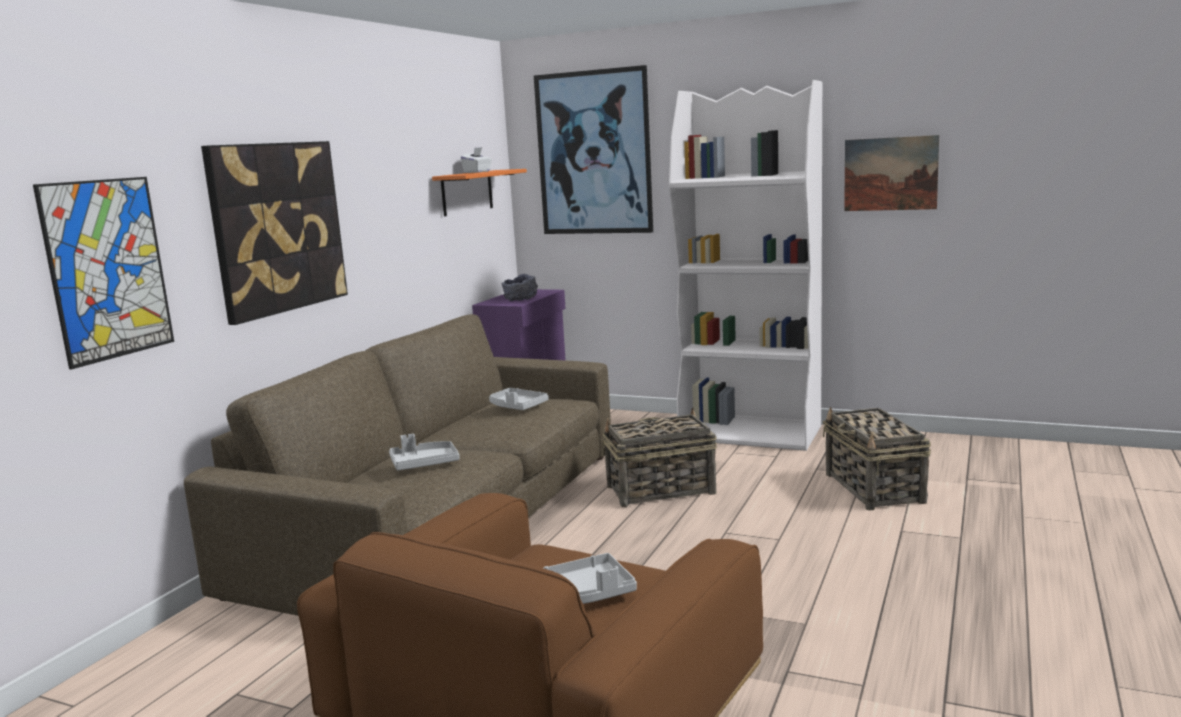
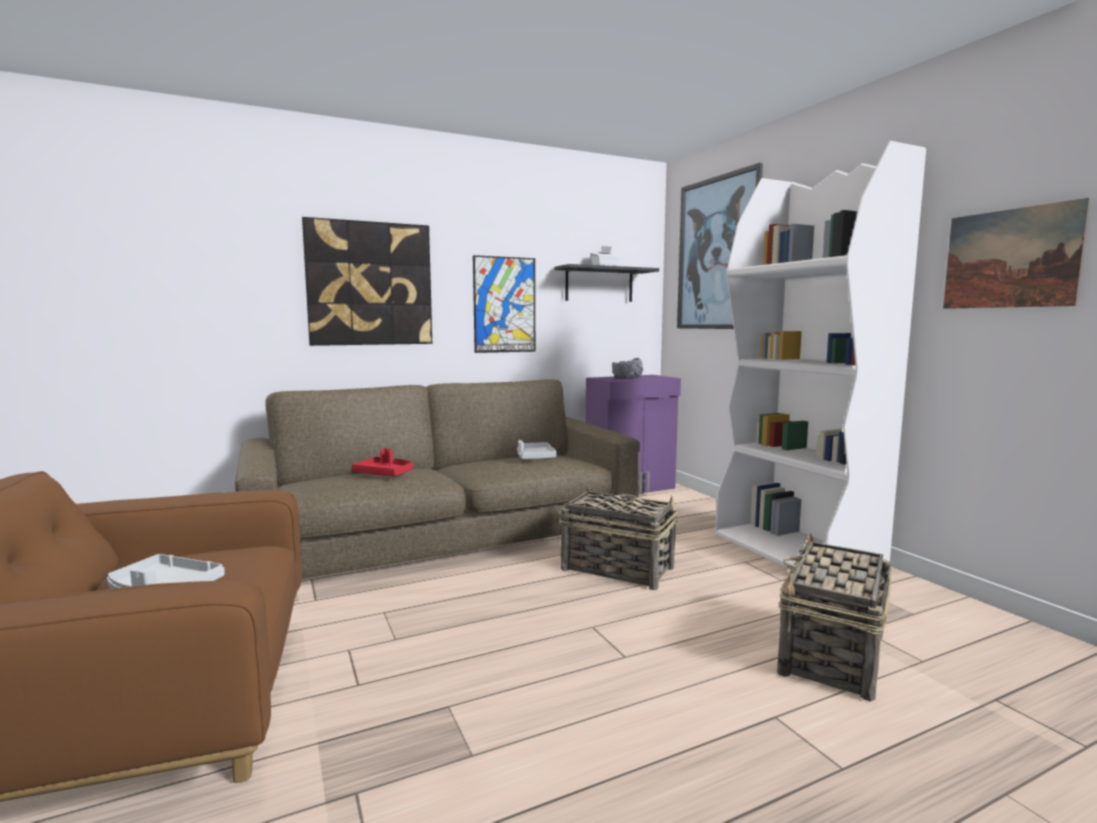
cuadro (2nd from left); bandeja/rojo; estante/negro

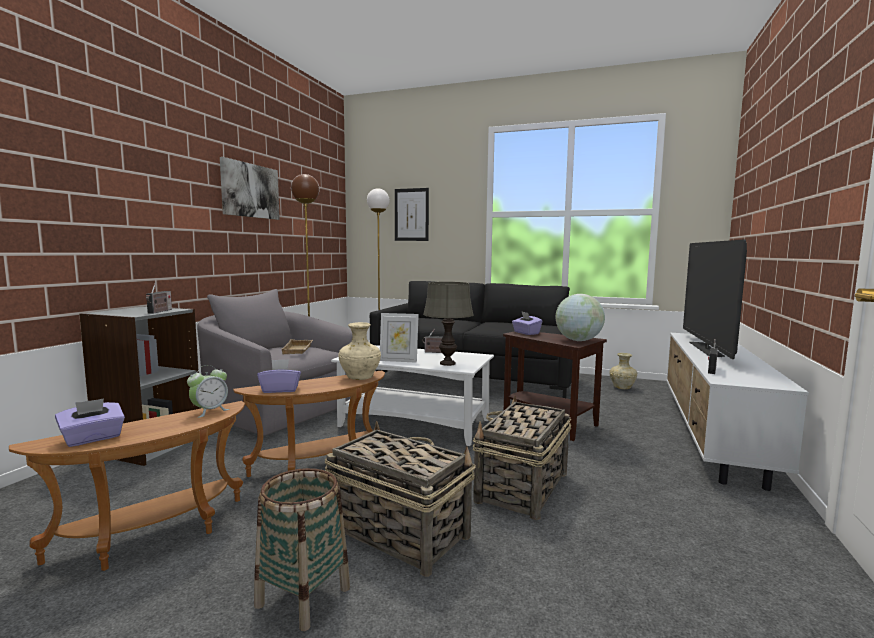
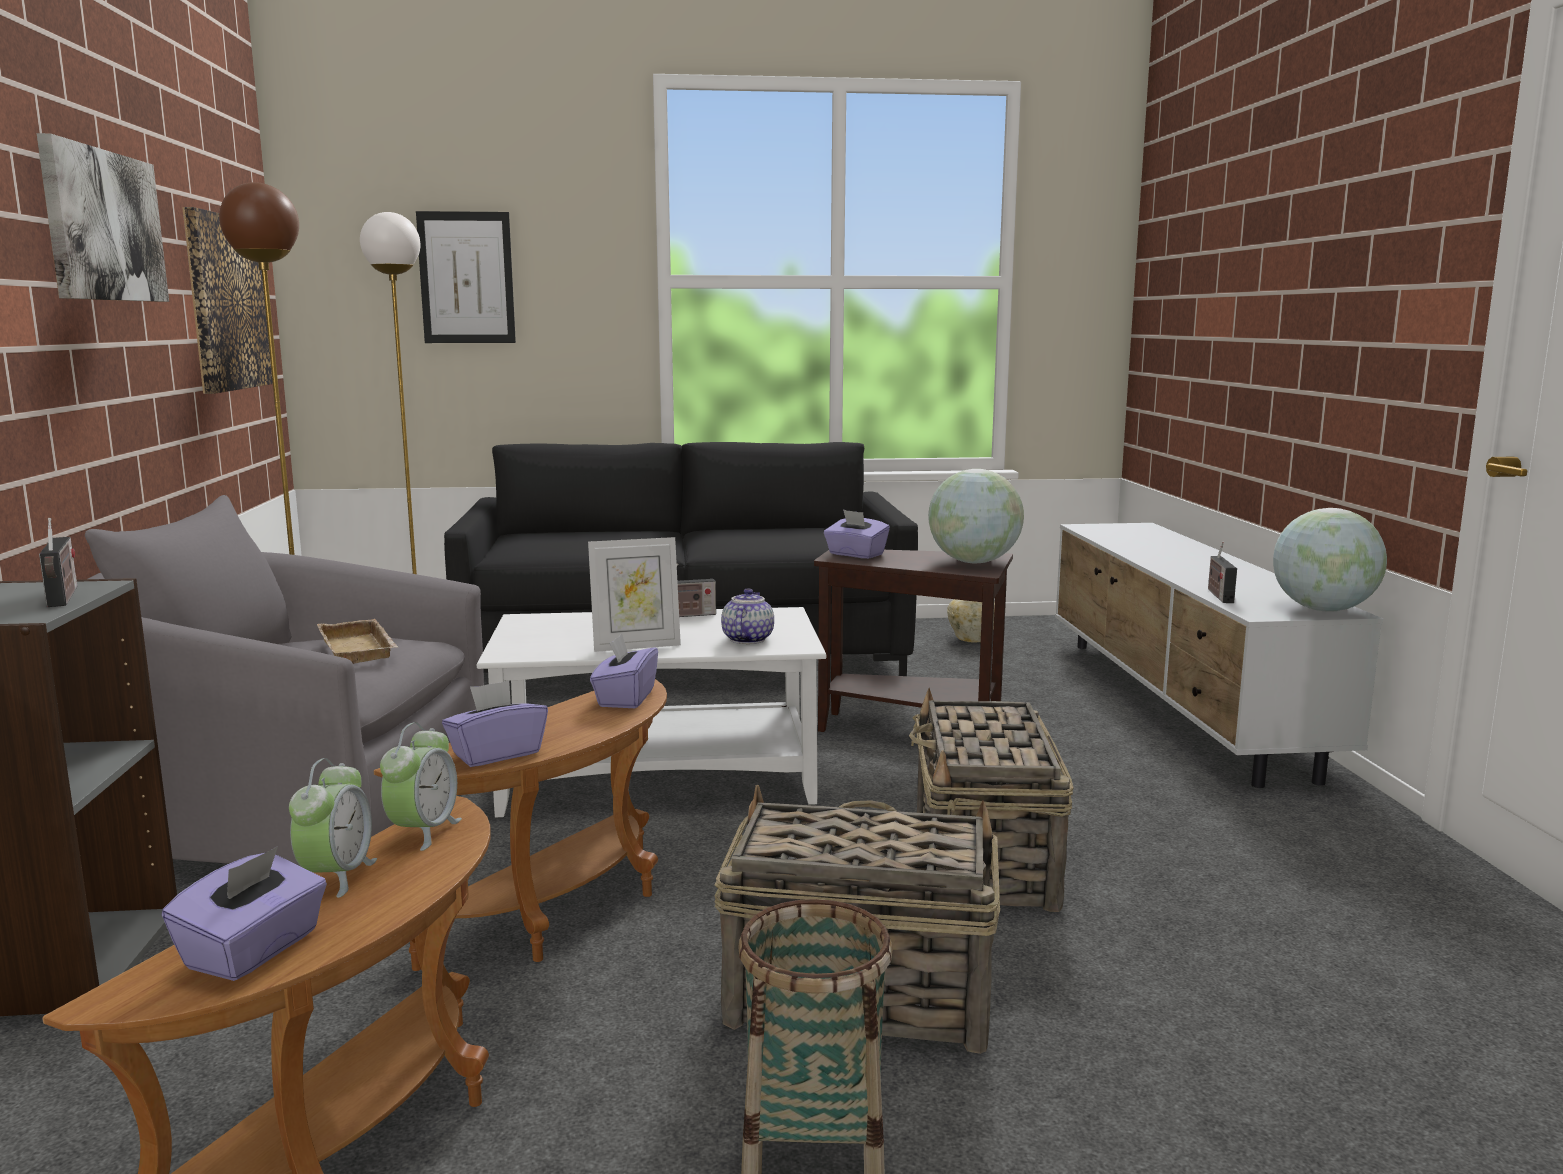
televisor; cuadro (2nd from left); despertador (1st from left); globo terráqueo (2nd from left); caja de pañuelos/morado (3rd from left); tetera

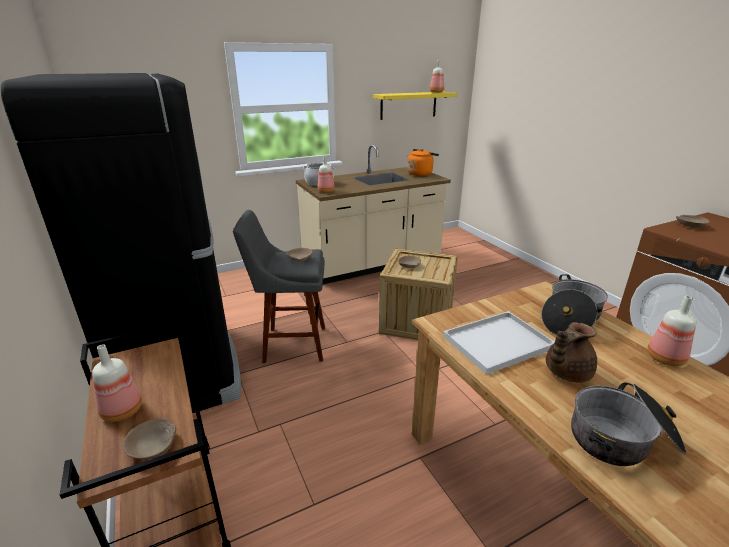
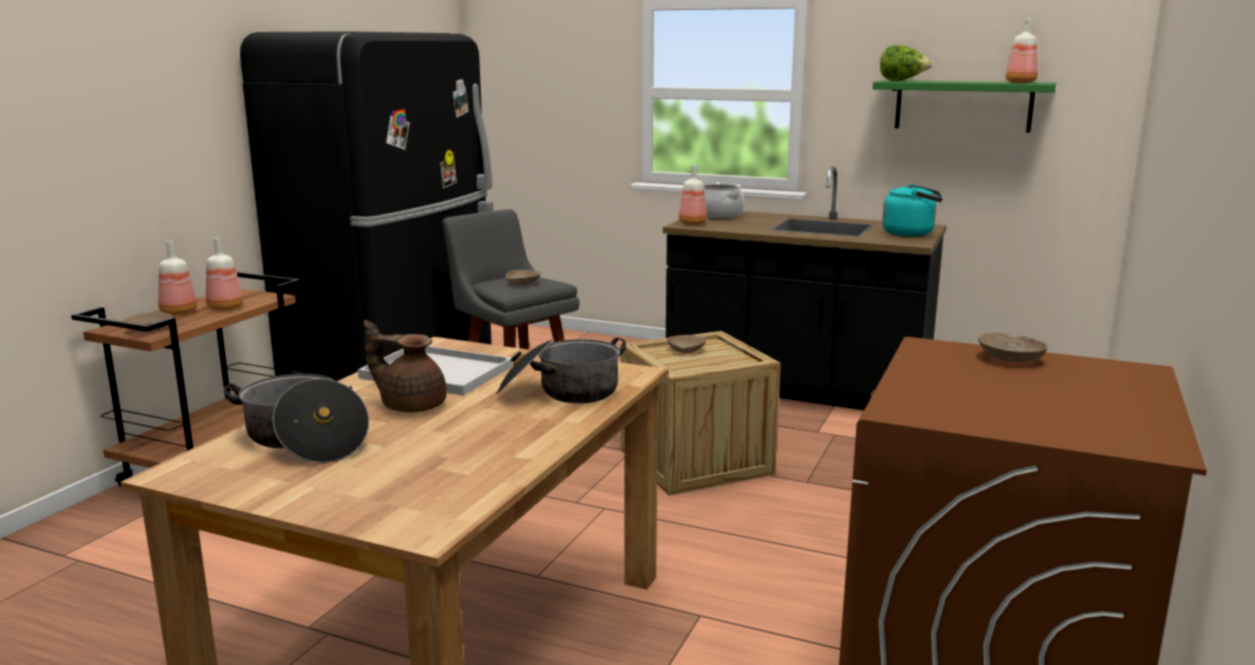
lechuga; botella (2nd from left); mueble bajo de cocina/negro; estante/verde; hervidor/turquesa

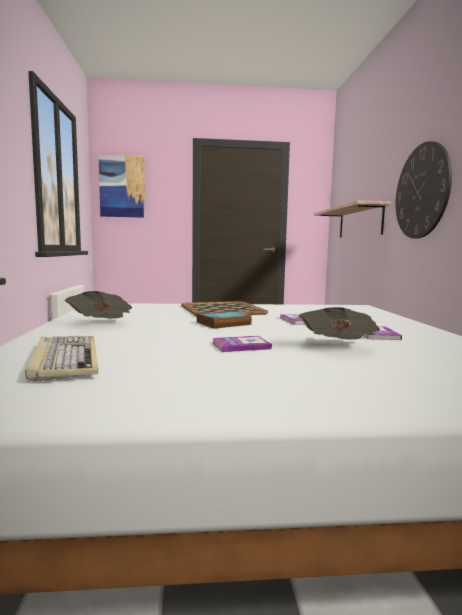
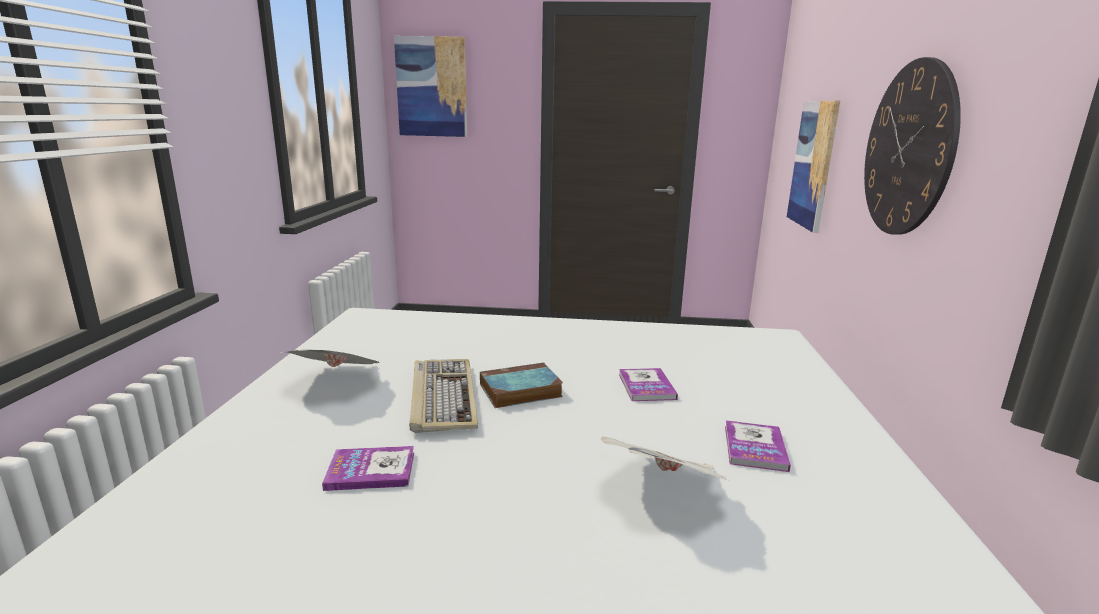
bandeja; teclado; libro (1st from left); cuadro (2nd from left)

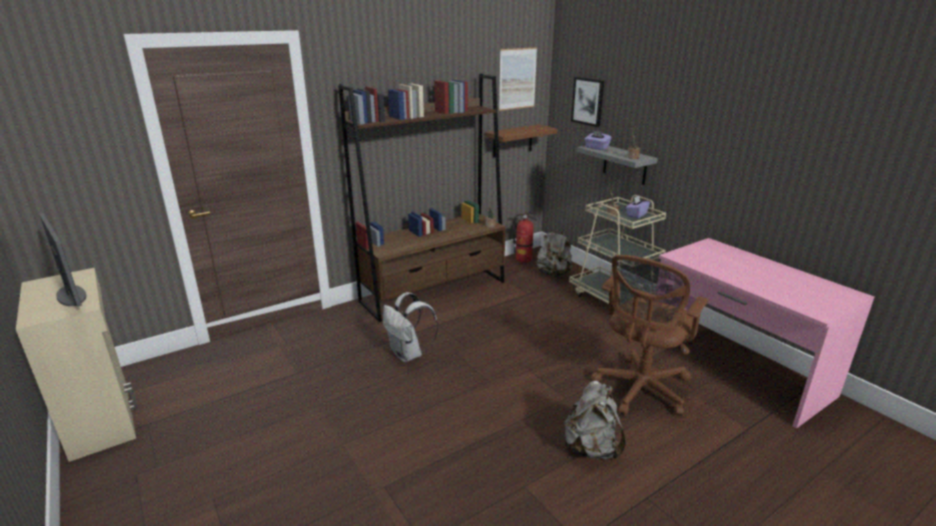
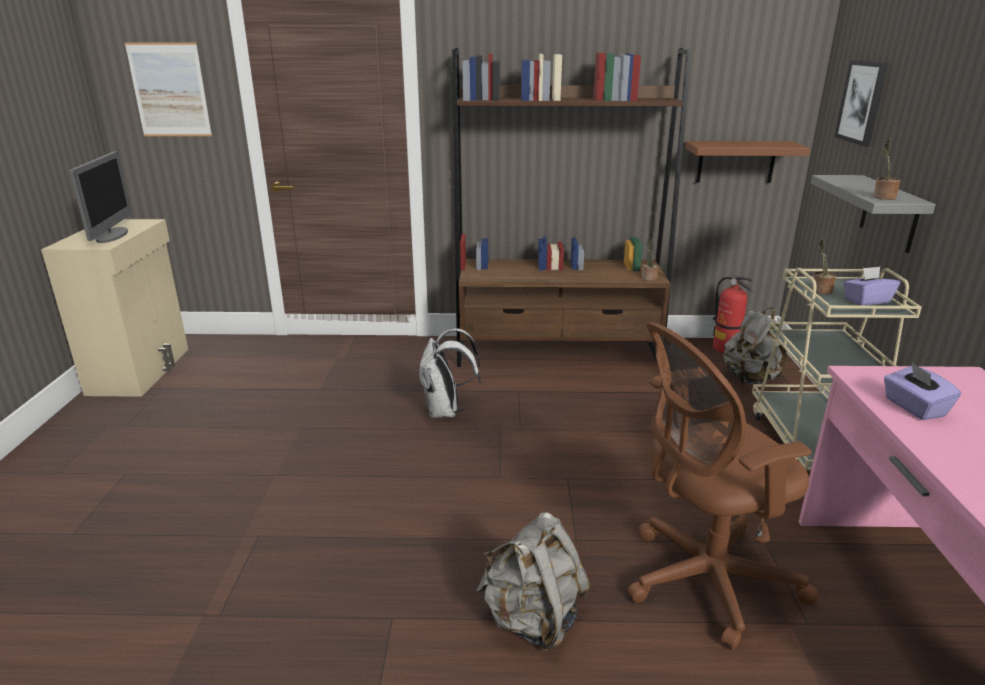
cuadro (1st from left); caja de pañuelos/morado (2nd from left)

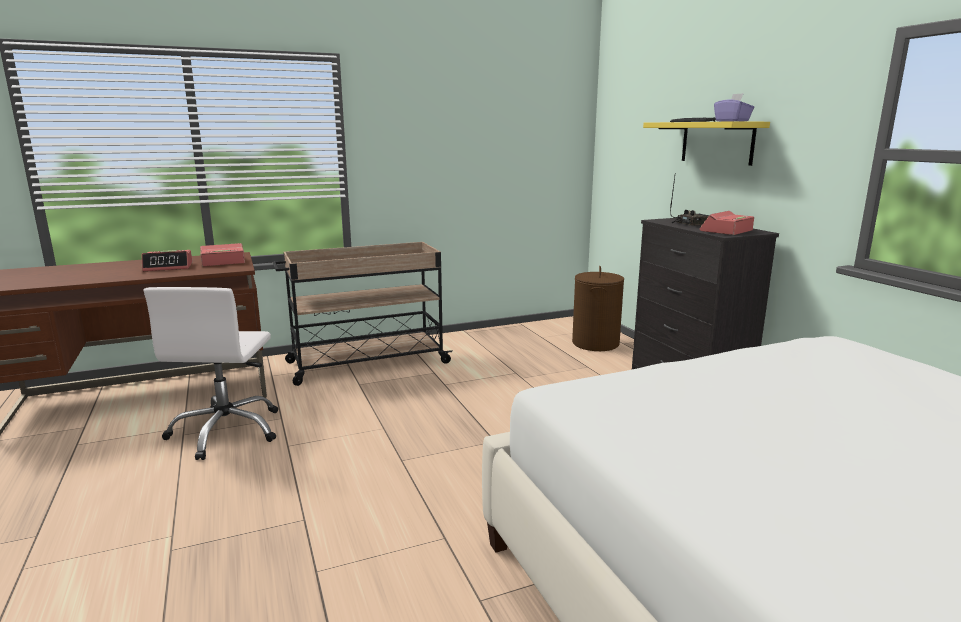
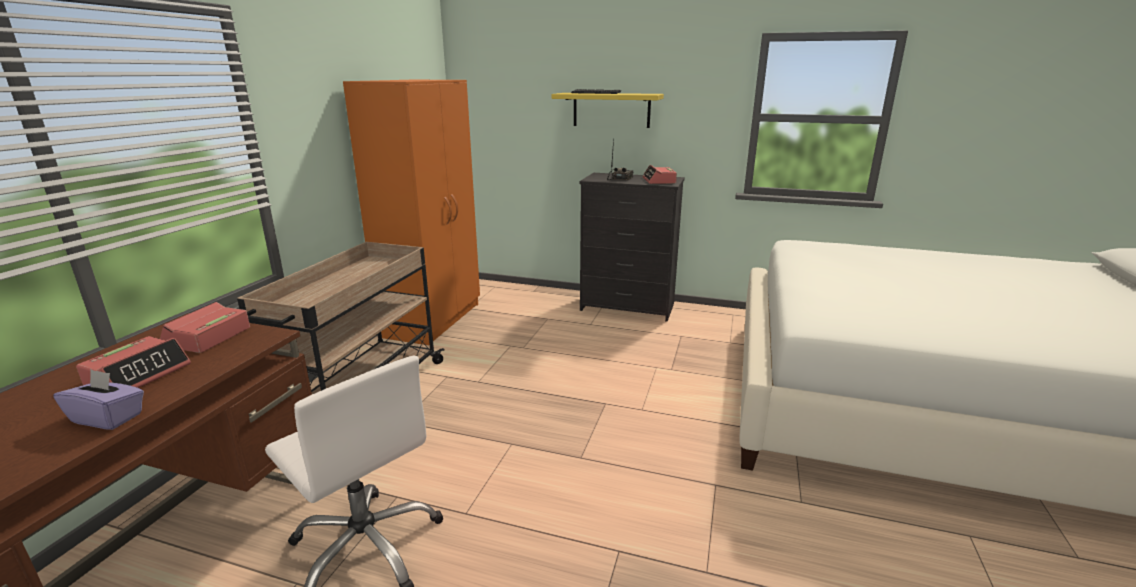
cesto de la ropa/marrón; armario ropero/naranja; caja de pañuelos/morado

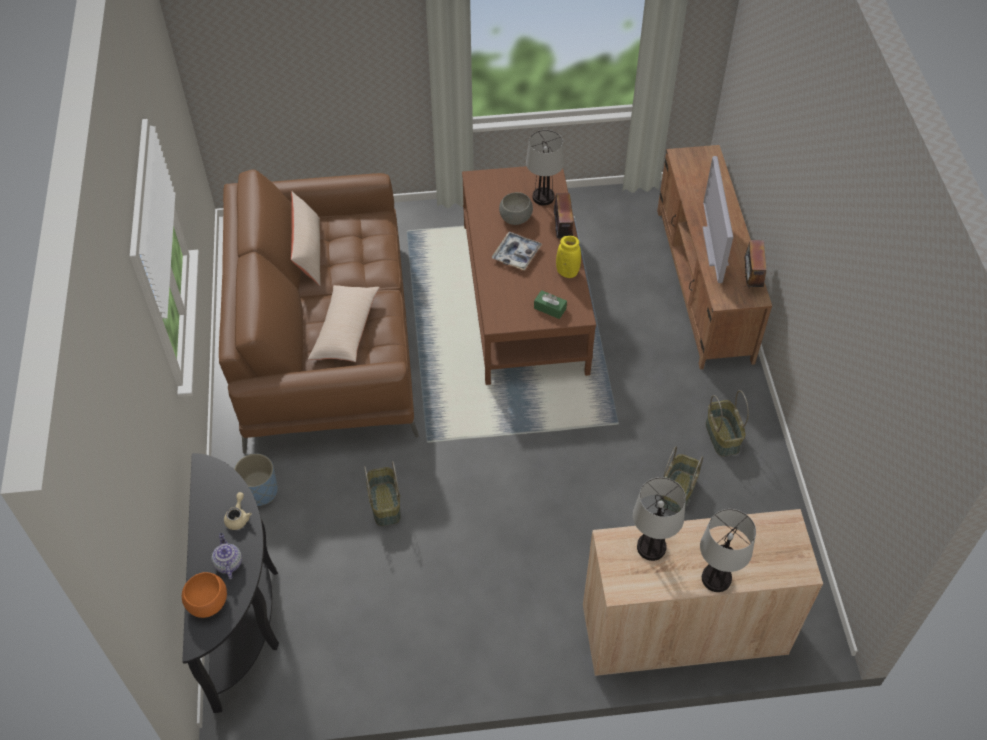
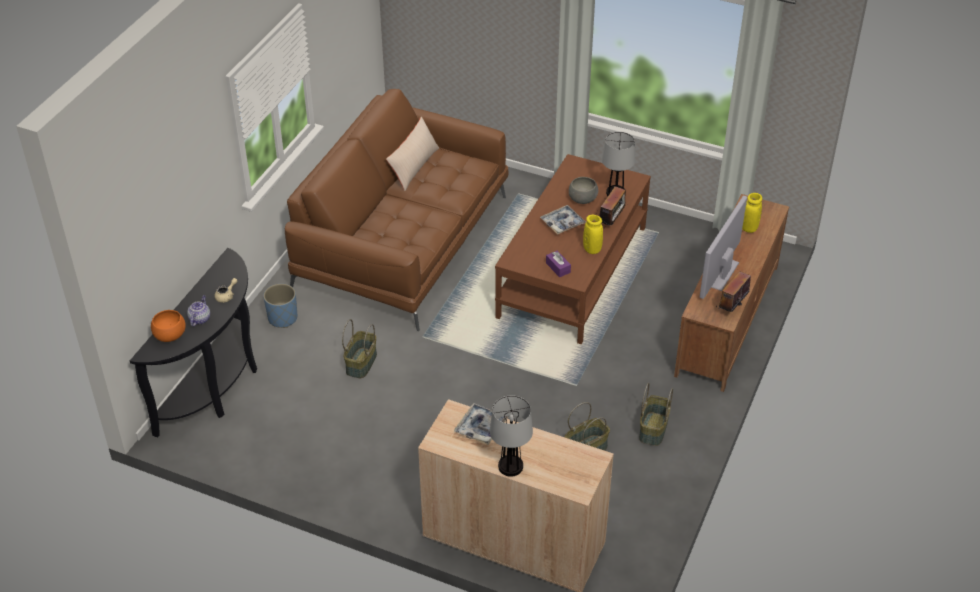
cojín/beis (2nd from left in the first image); florero/amarillo (2nd from left); bandeja (1st from left); caja de pañuelos/morado

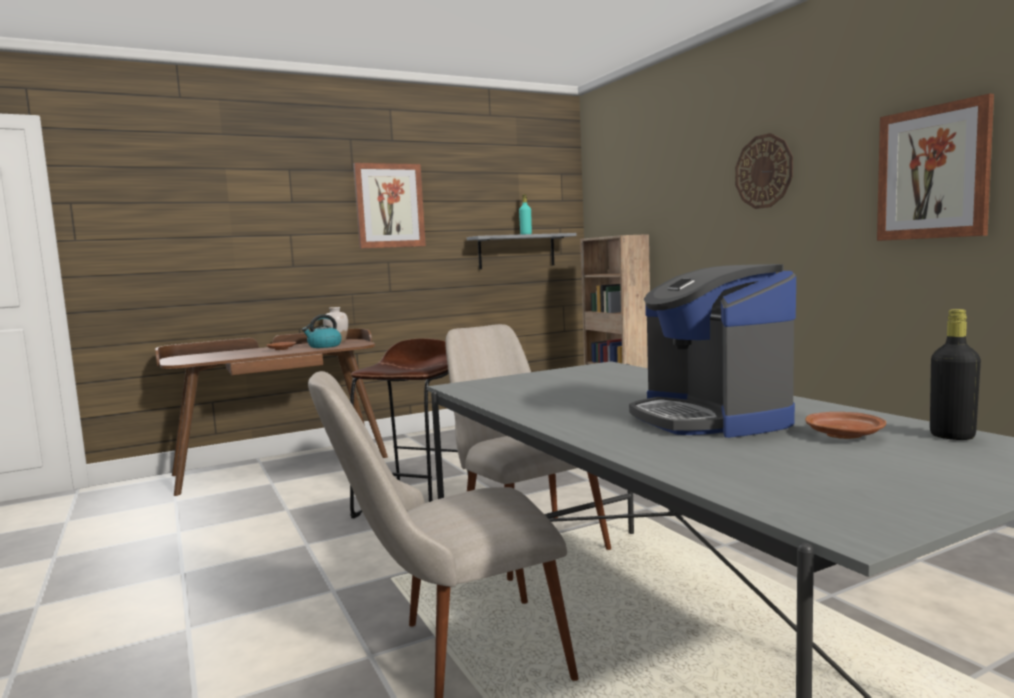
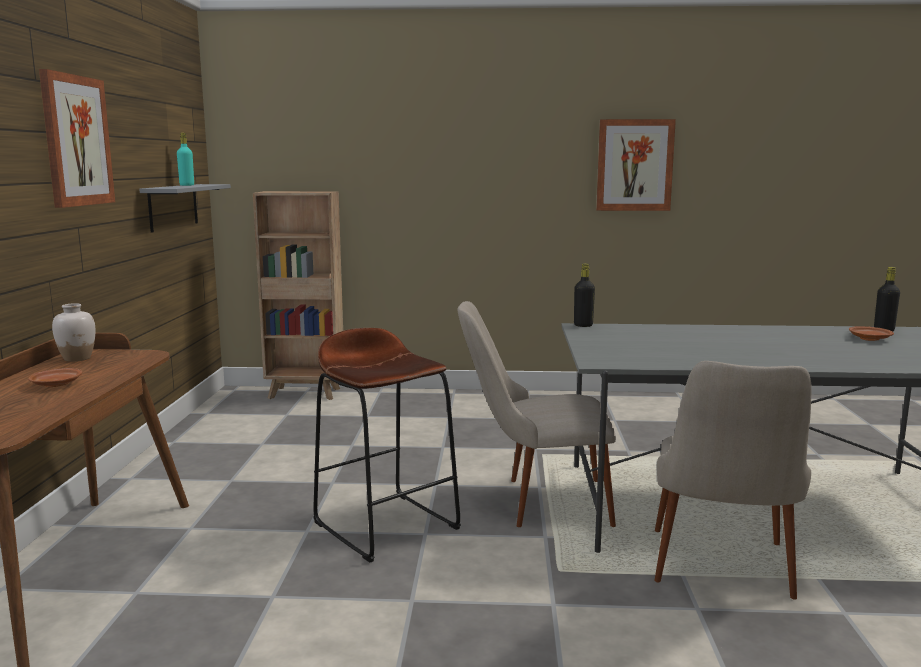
hervidor; cafetera; reloj de pared; botella/negro (1st from left)

